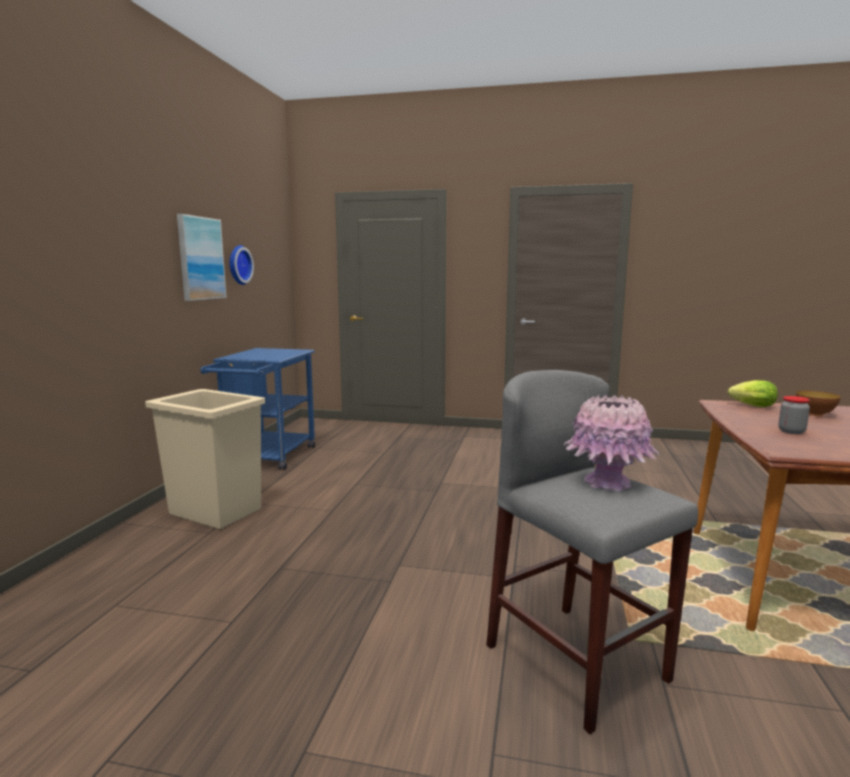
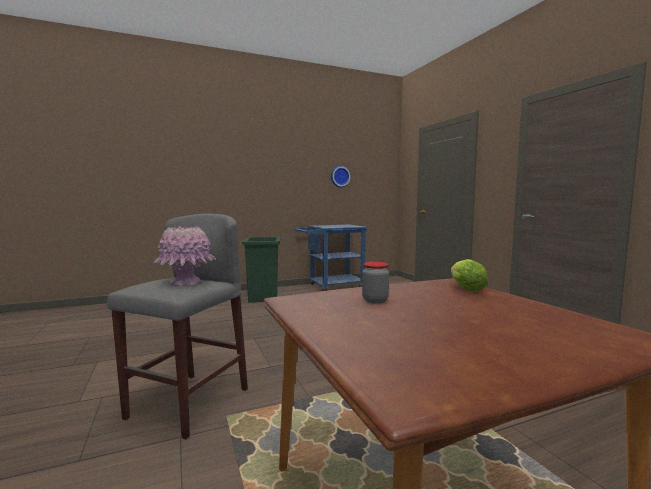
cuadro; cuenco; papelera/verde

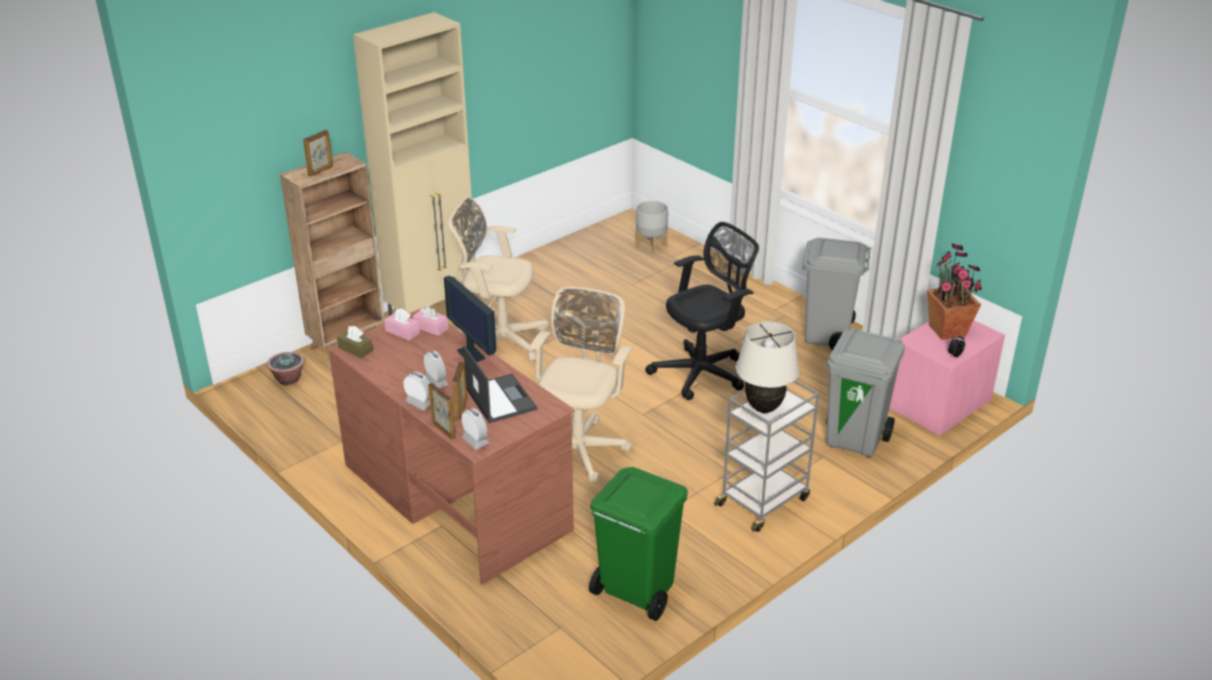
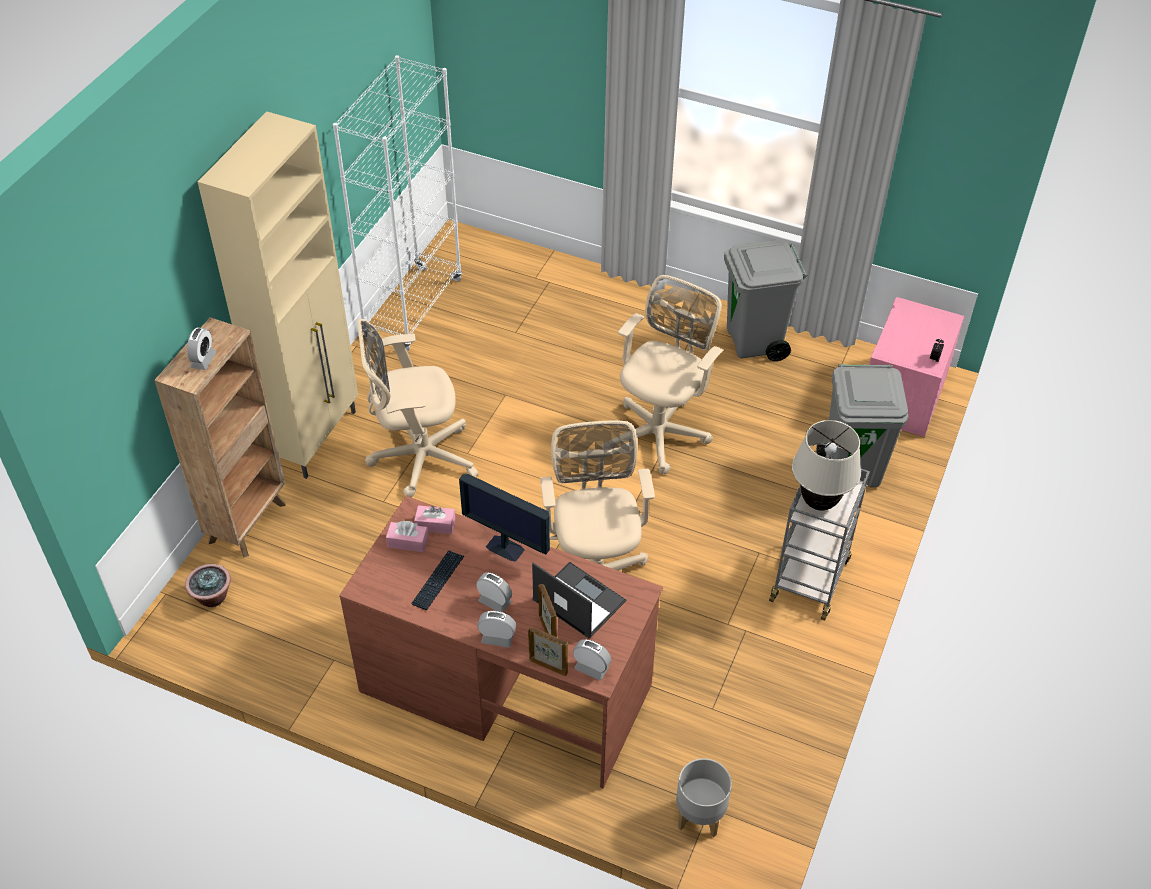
caja de pañuelos/marrón; papelera/verde; planta en maceta (2nd from left in the first image); estantería/blanco; teclado; maceta/gris; despertador (1st from left); silla de oficina/beis (3rd from left)

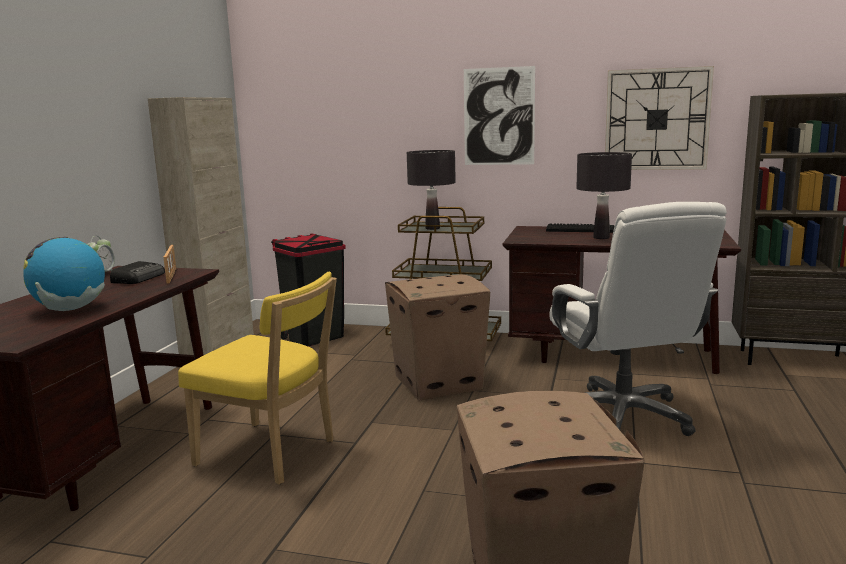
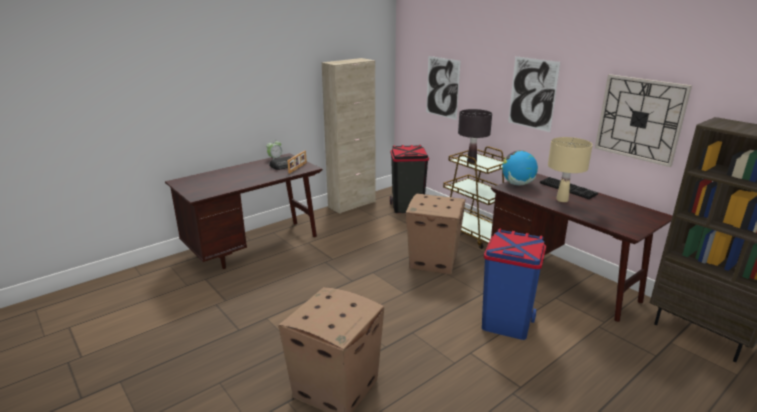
silla/amarillo; cuadro (1st from left); globo terráqueo; papelera/azul; lámpara de mesa/beis

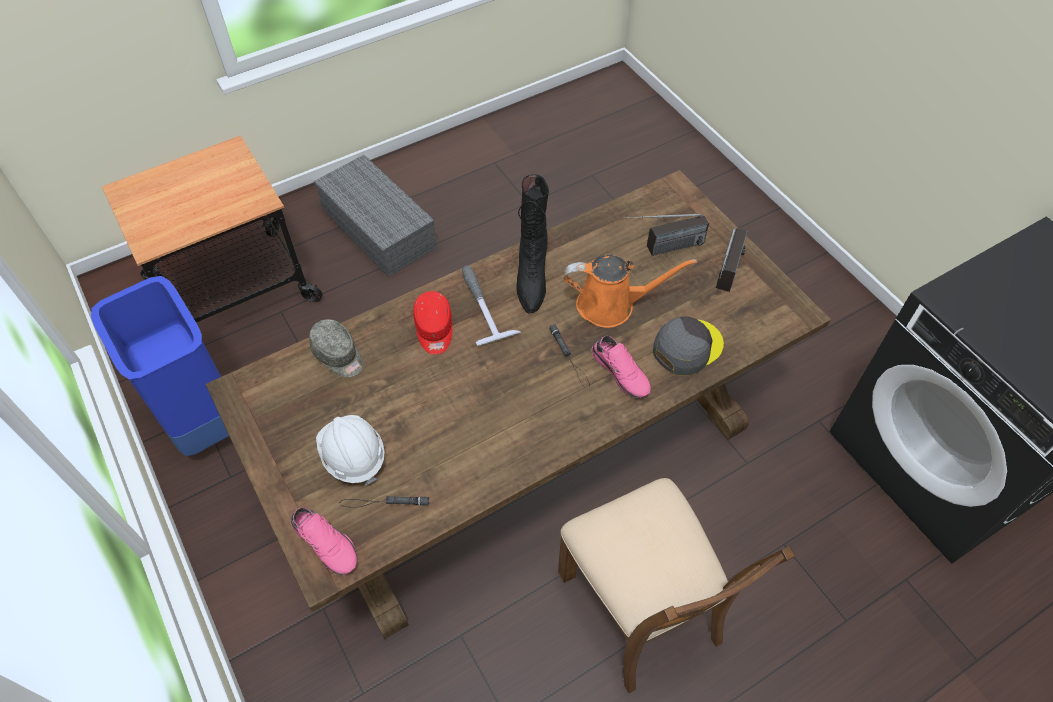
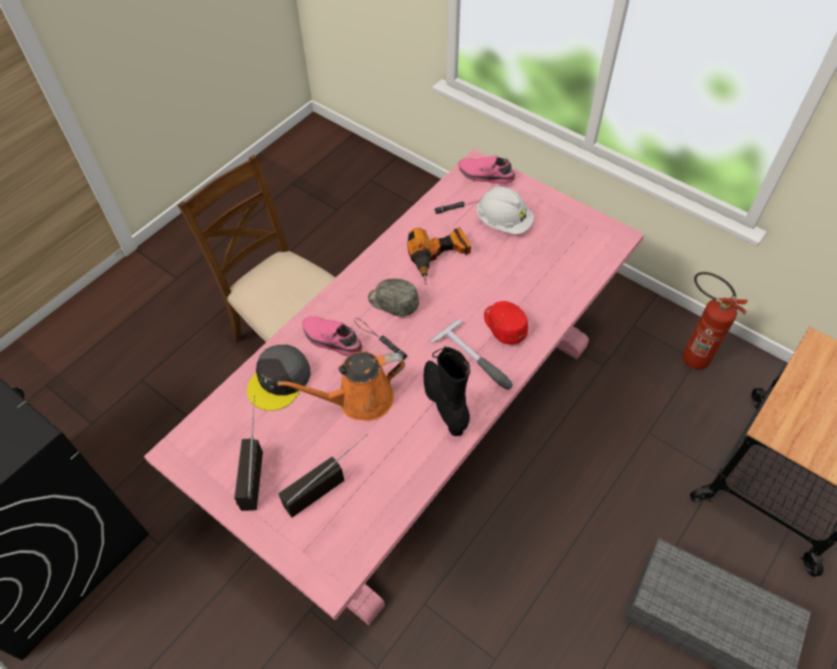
taladro; gorra/gris (2nd from left); extintor; mesa de comedor/rosa

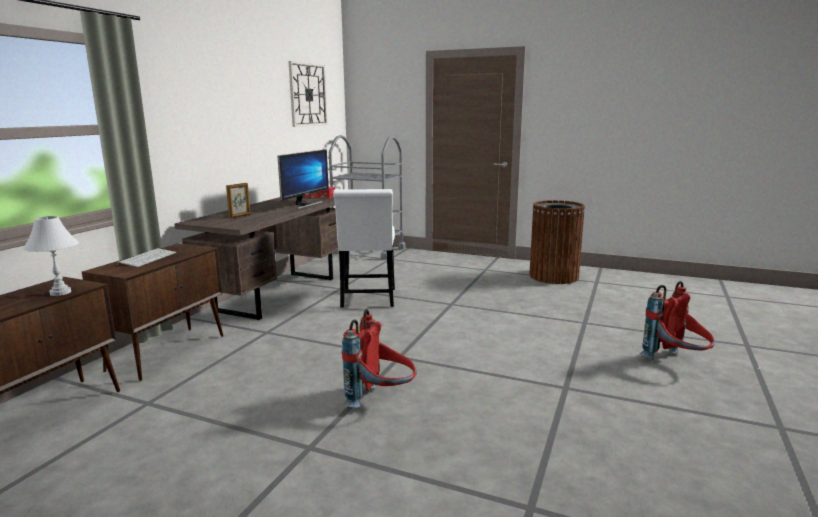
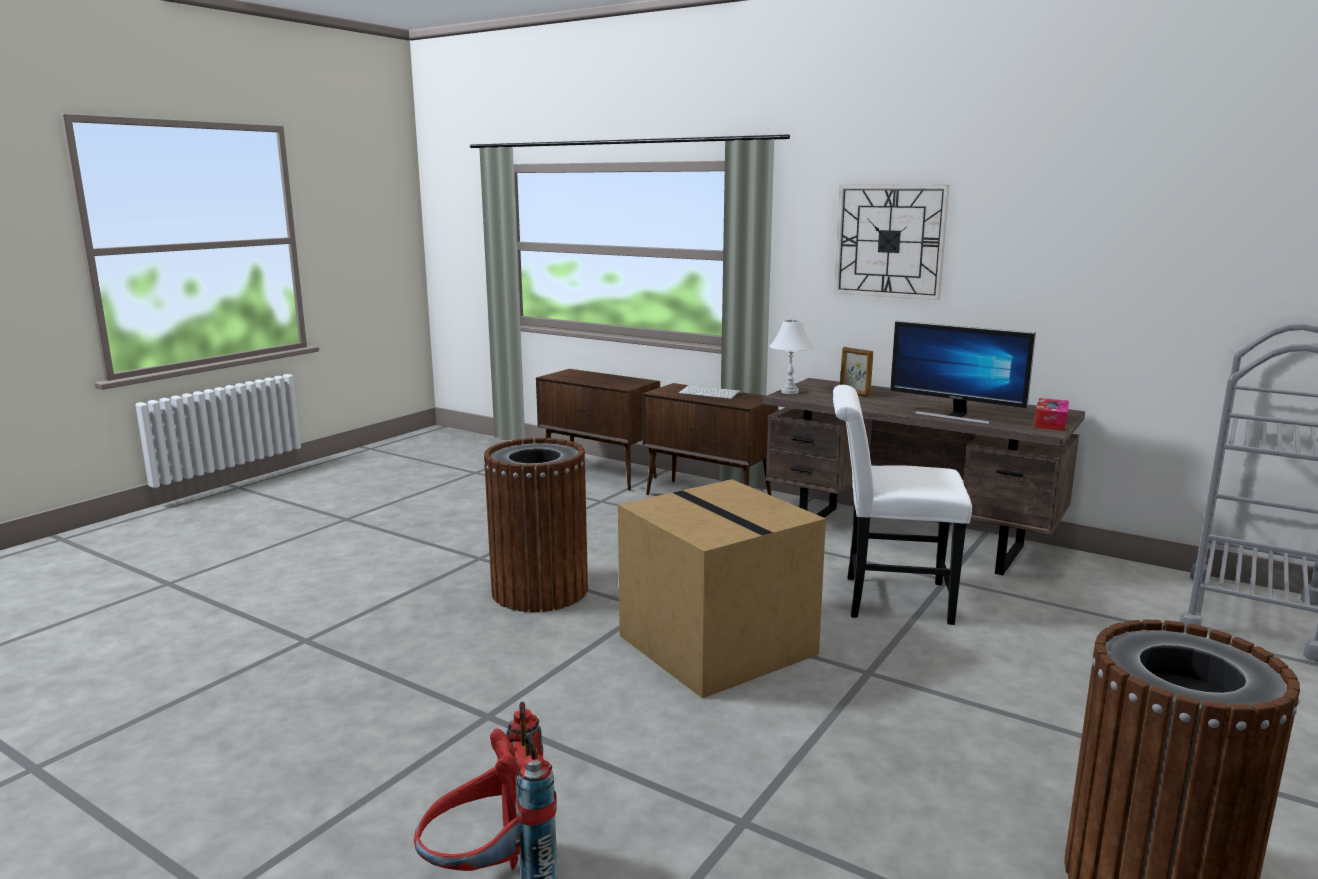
caja de cartón; lámpara de mesa/blanco; reloj de pared; papelera/marrón (1st from left)

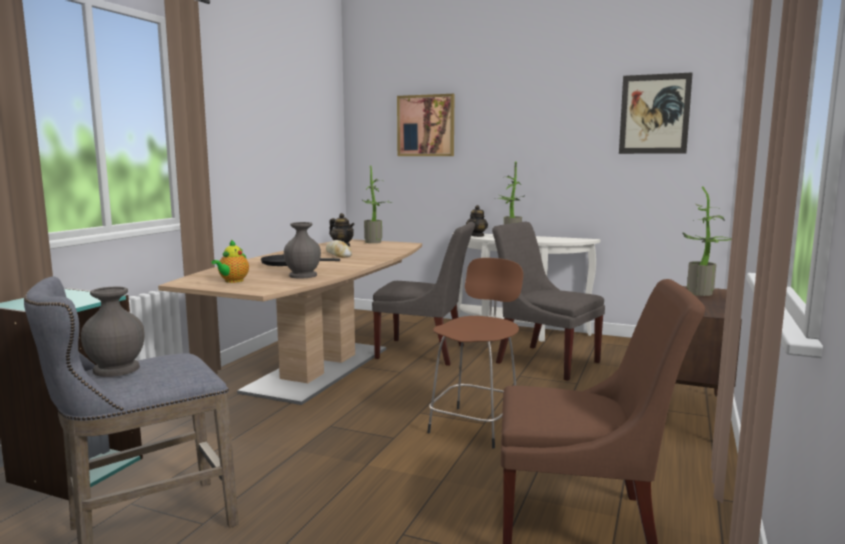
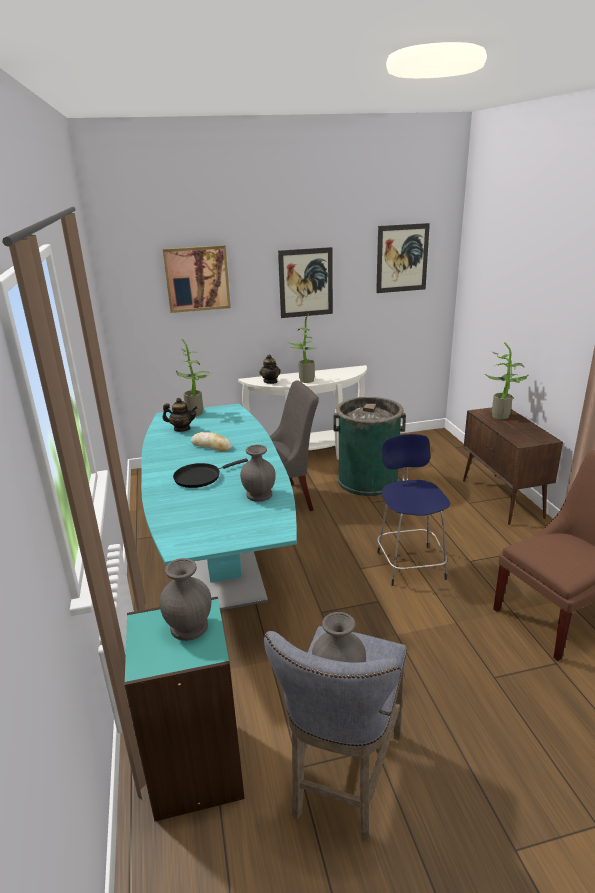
tetera (1st from left in the first image); florero/gris (1st from left); cuadro (2nd from left); papelera/verde; mesa de comedor/turquesa; taburete/azul

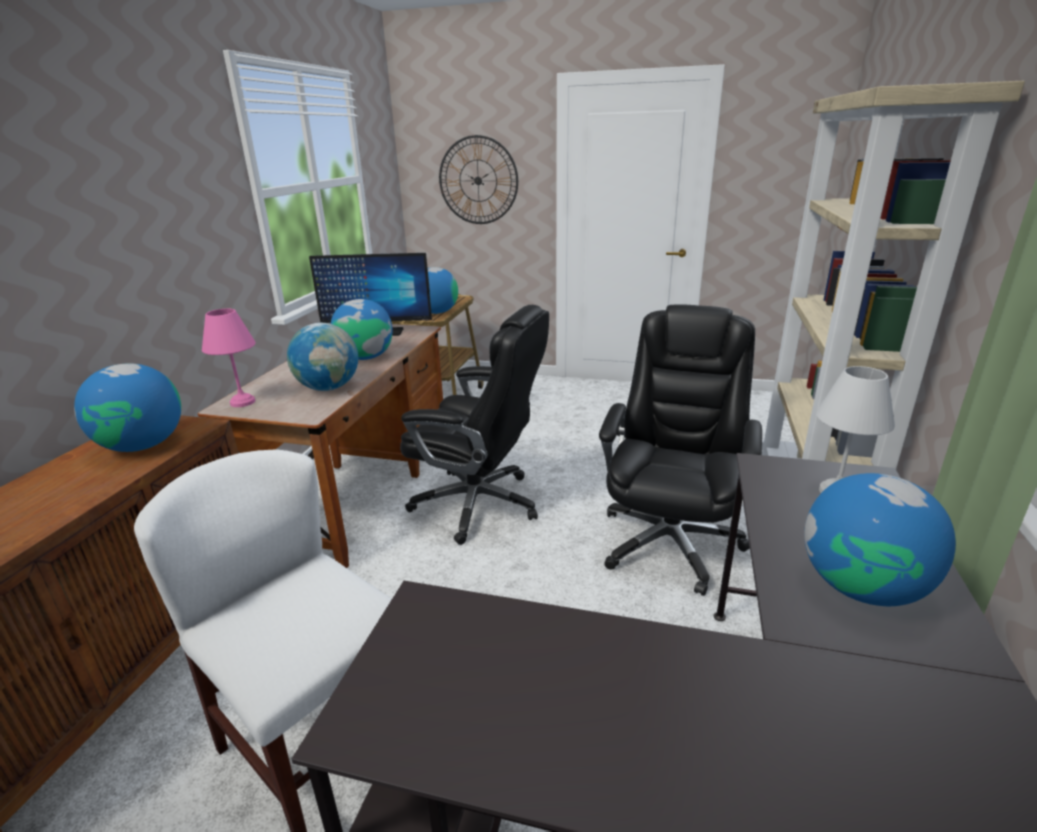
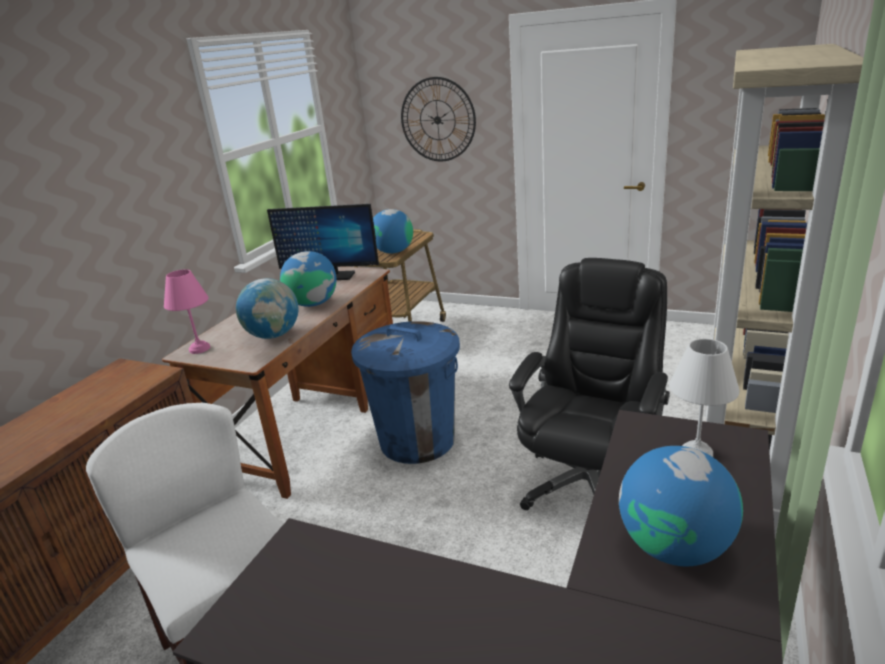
globo terráqueo (1st from left in the first image); papelera/azul

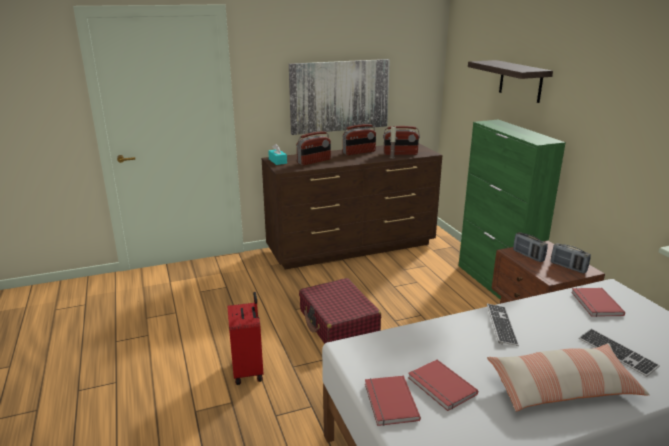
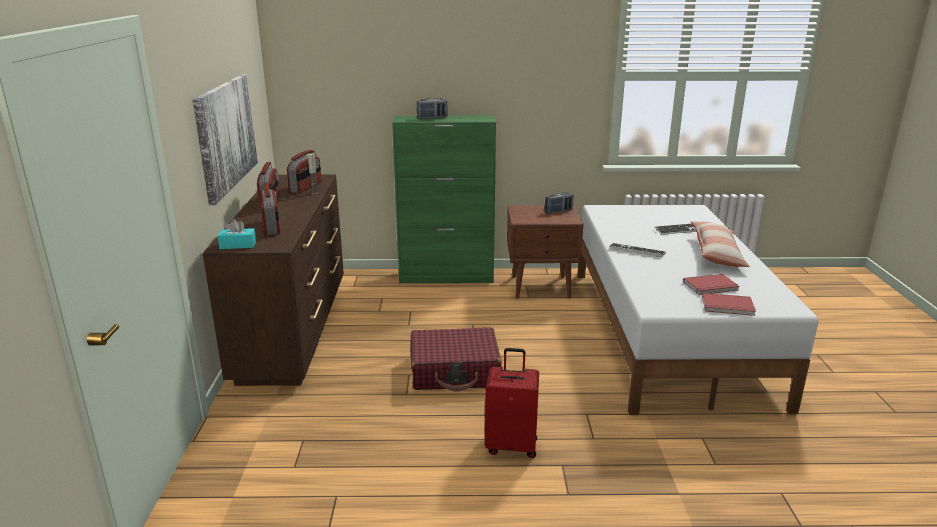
estante; libro/rojo (3rd from left in the first image); radio (4th from left)

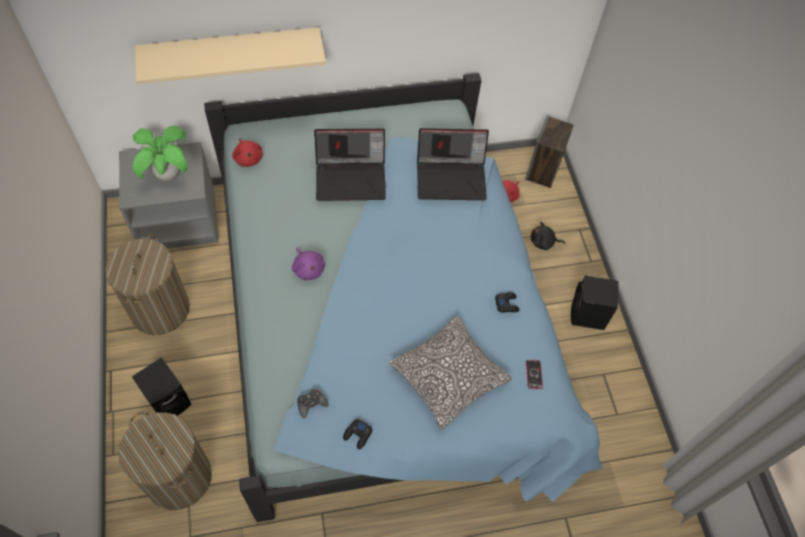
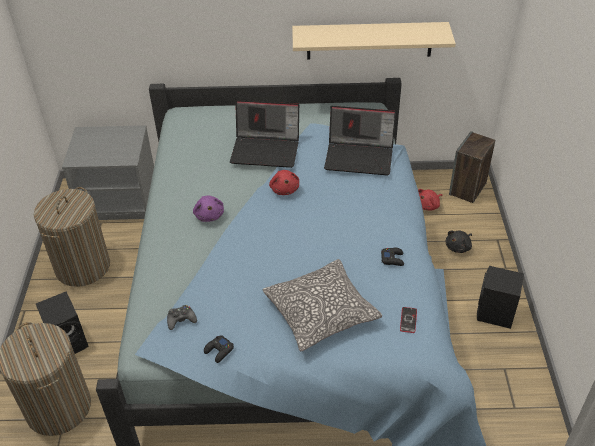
planta en maceta; estante/beis; peluche/rojo (1st from left); peluche/negro

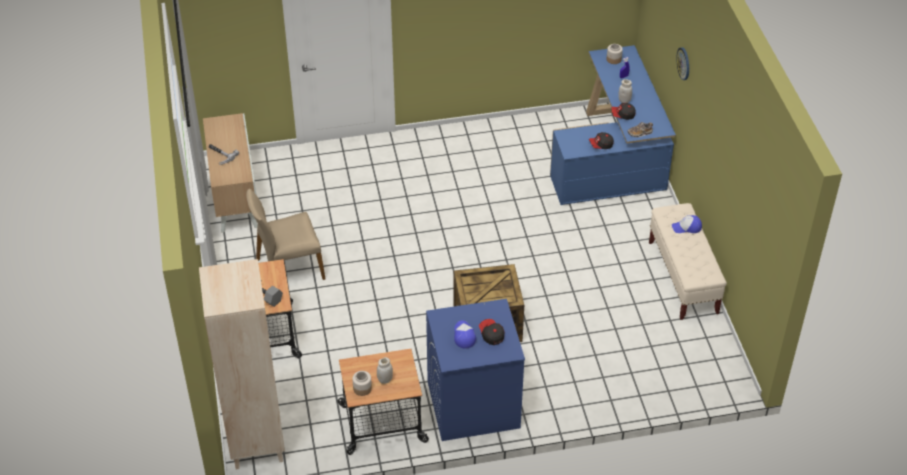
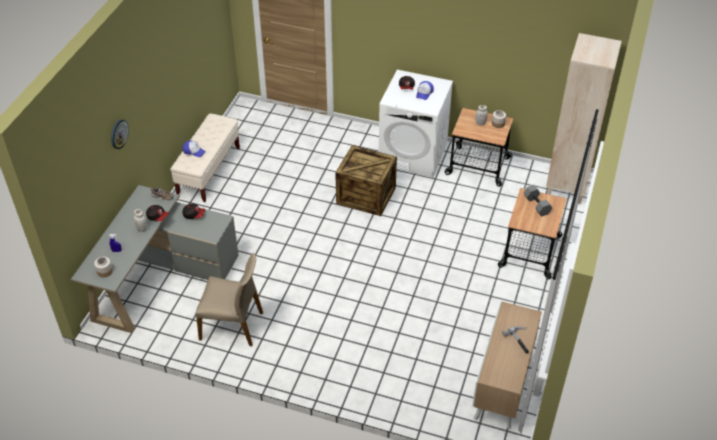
silla/beis; lavadora/blanco; escritorio/gris

